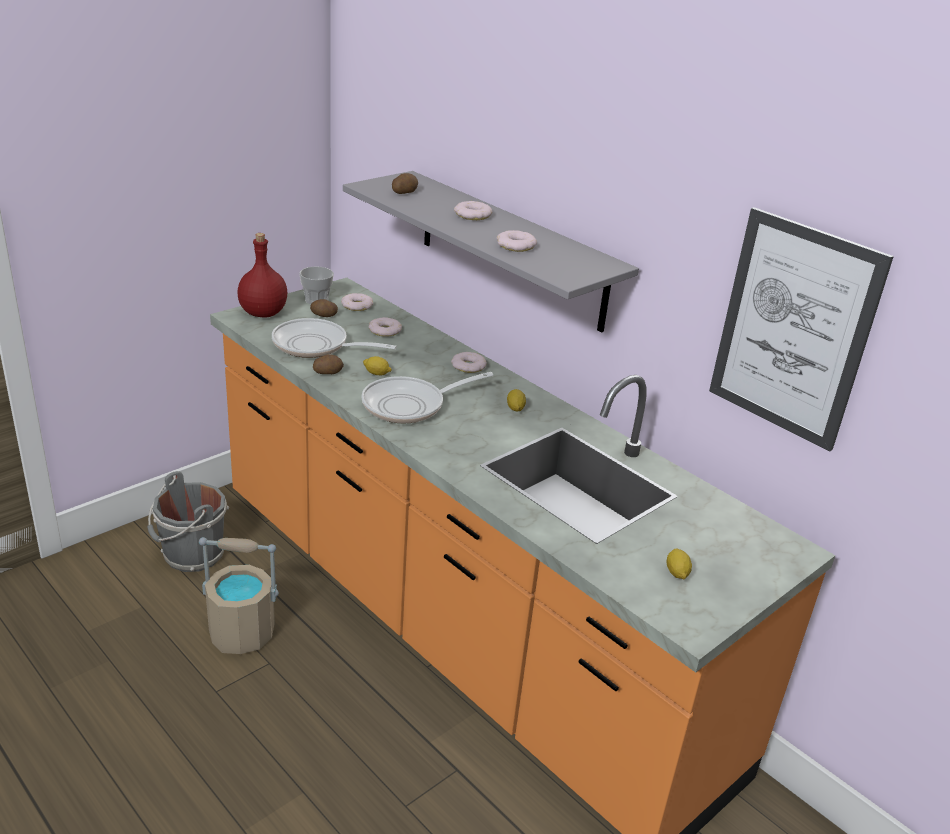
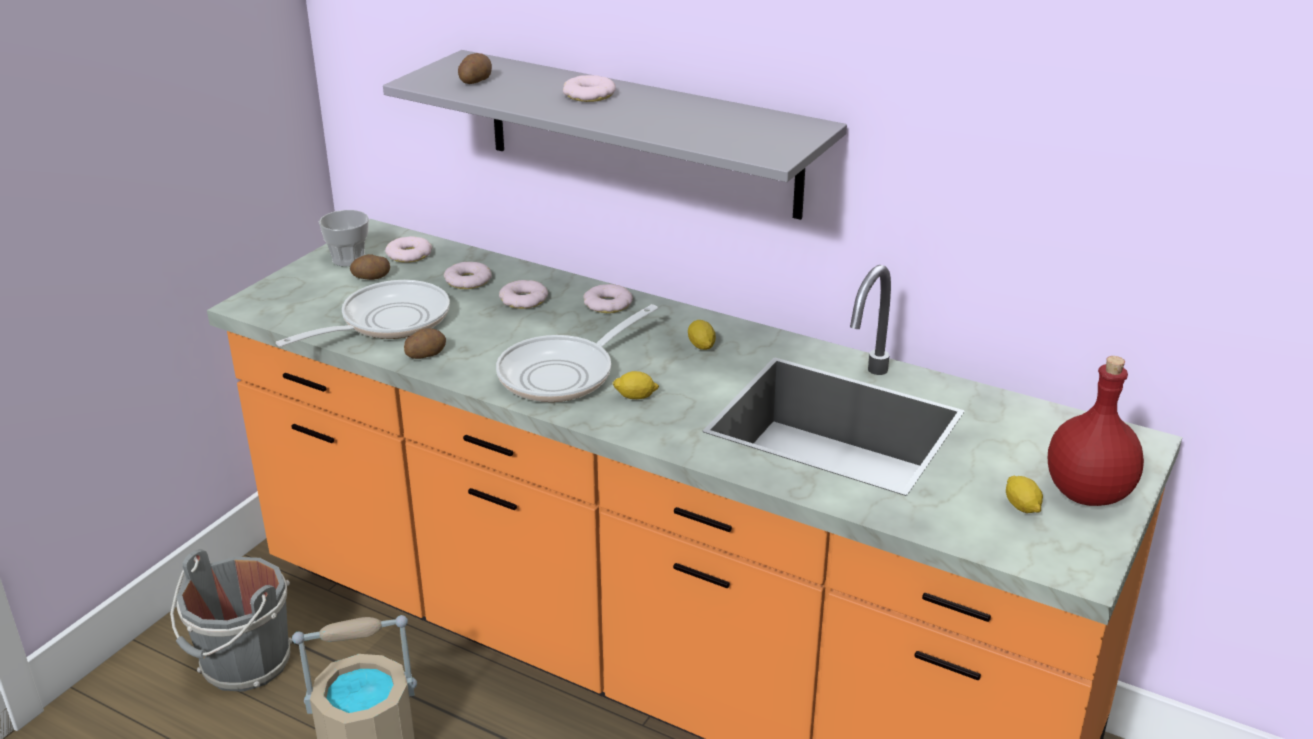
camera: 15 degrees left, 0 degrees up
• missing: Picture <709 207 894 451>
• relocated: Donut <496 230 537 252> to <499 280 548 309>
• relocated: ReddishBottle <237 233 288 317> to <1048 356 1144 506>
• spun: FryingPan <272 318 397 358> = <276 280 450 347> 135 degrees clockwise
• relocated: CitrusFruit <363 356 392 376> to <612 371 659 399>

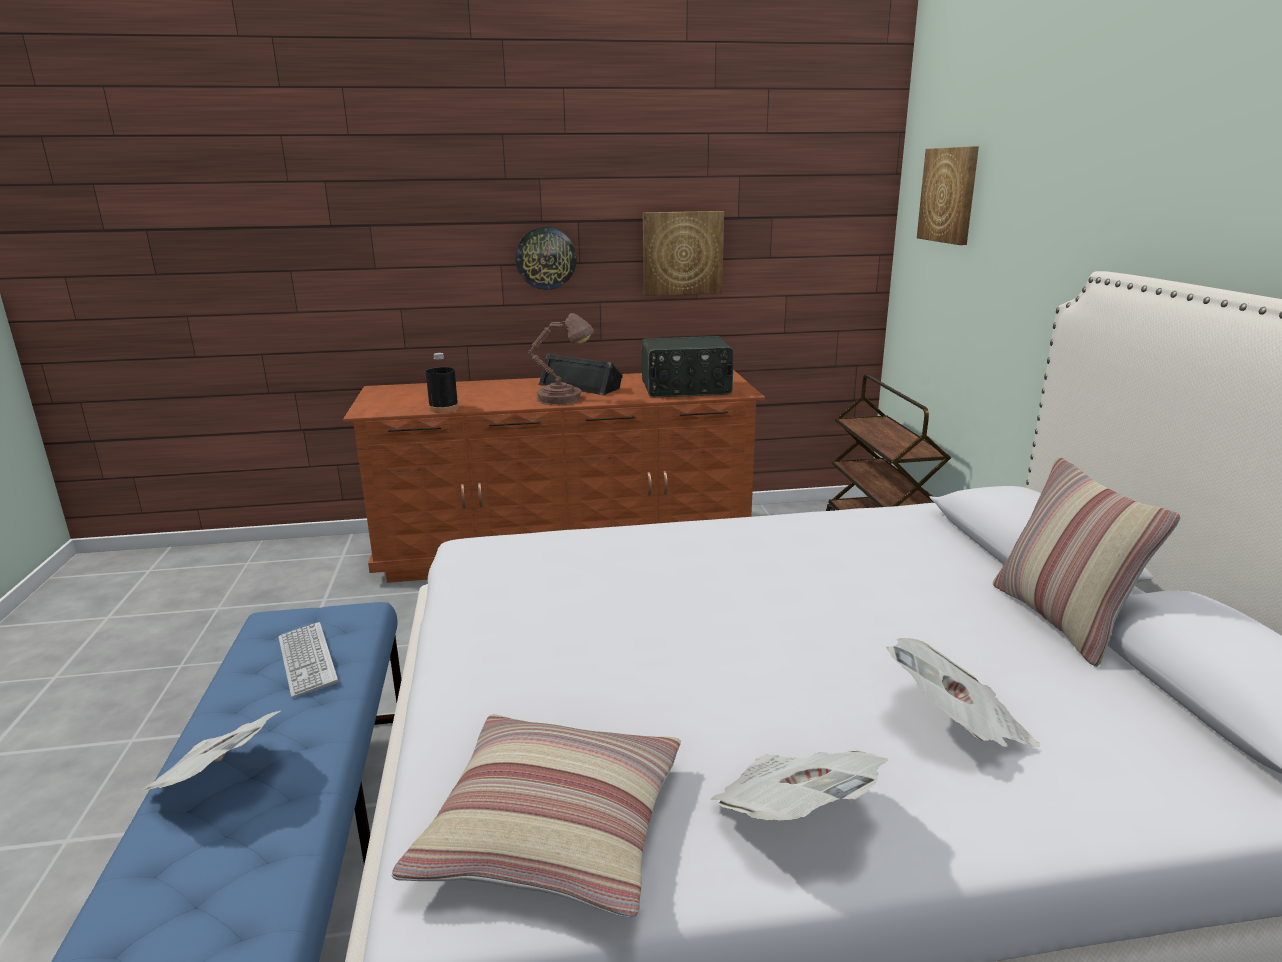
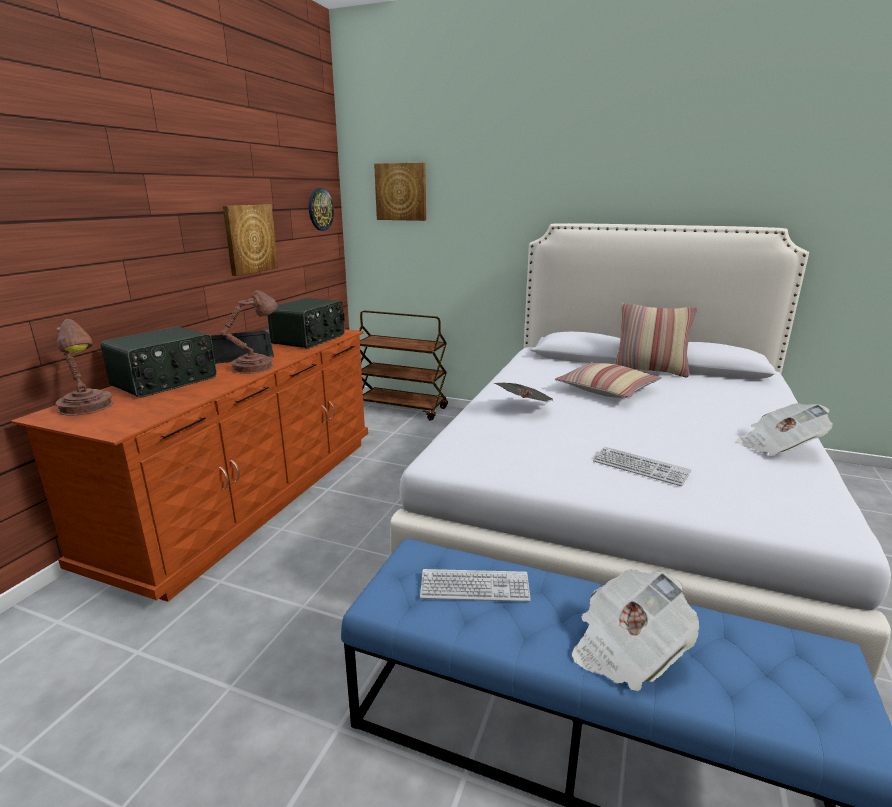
camera: 60 degrees left, 0 degrees up
• relocated: HangingClock <515 227 577 290> to <309 188 334 231>
• missing: BlackColouredBottle <426 353 459 413>
• relocated: DailyPaper <886 638 1040 747> to <494 383 553 402>
• relocated: ThrowPillow <392 714 681 917> to <555 362 662 398>
• appeared: BrownishTabletopLamp <56 319 114 416>
• appeared: RadioSet <101 327 217 398>
• appeared: Keyboard <593 447 691 486>

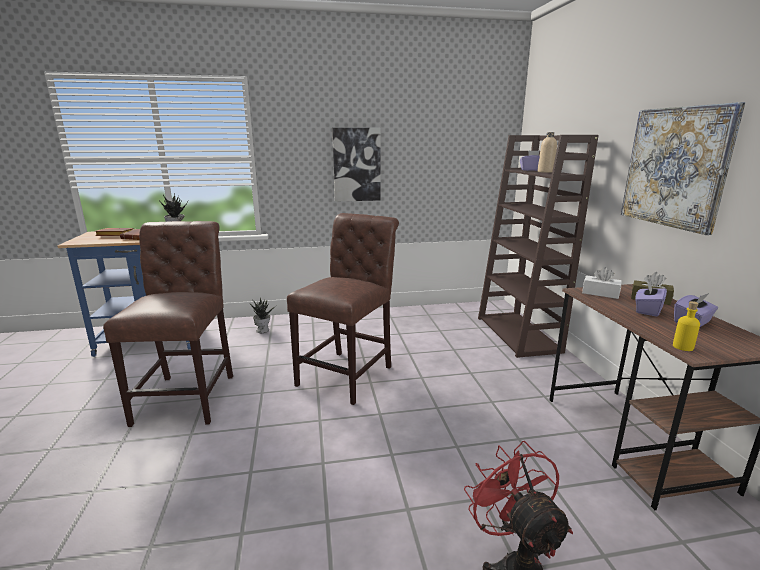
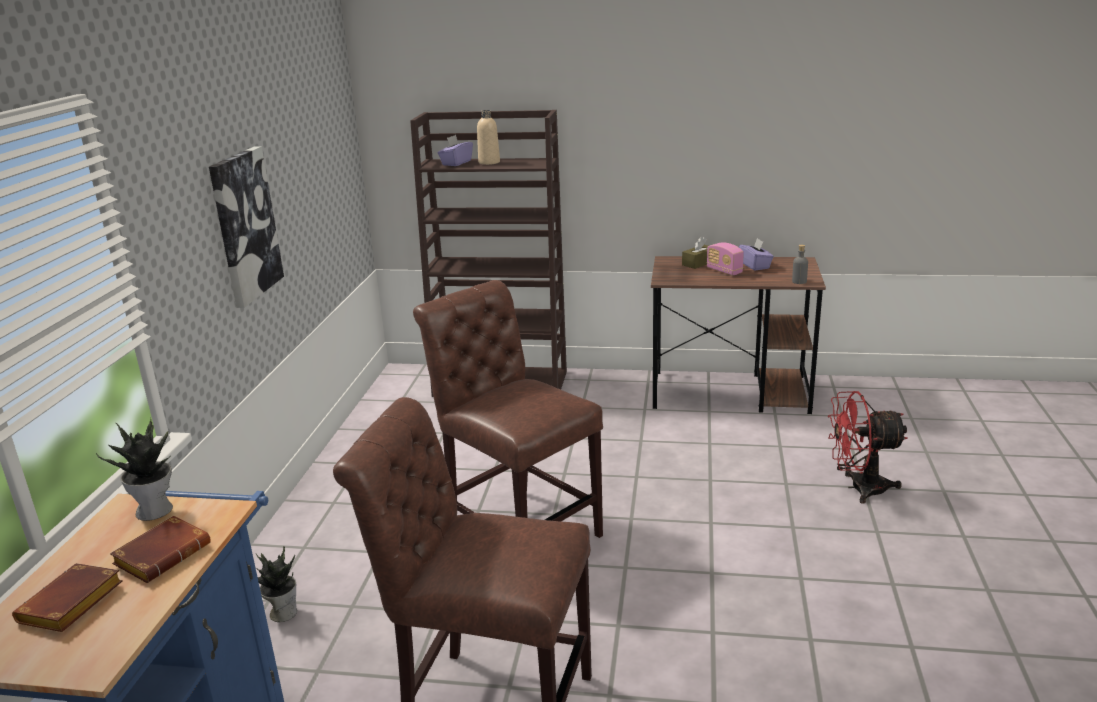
camera: 70 degrees left, 5 degrees up
• missing: Picture <621 102 745 235>
• missing: WhiteColouredTissueHolder <582 267 622 299>
• exchanged: PurpleTissueHolder <635 280 667 317> to RadioSet <707 242 744 275>
• colour: YellowBottle <673 301 700 351> to GreyBottle <792 245 808 284>

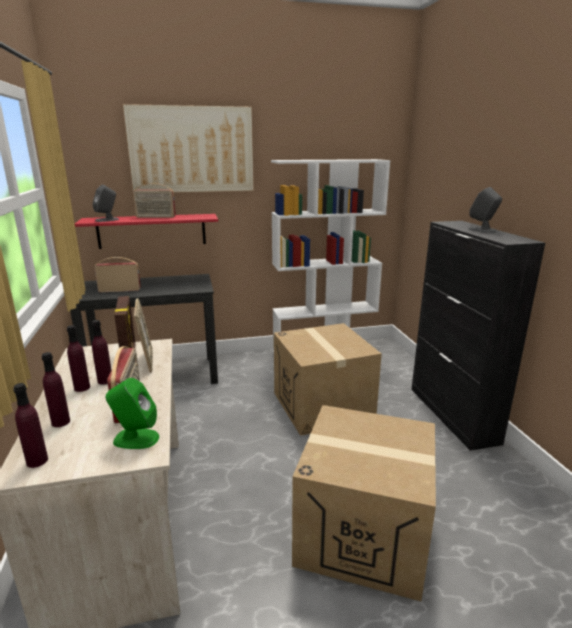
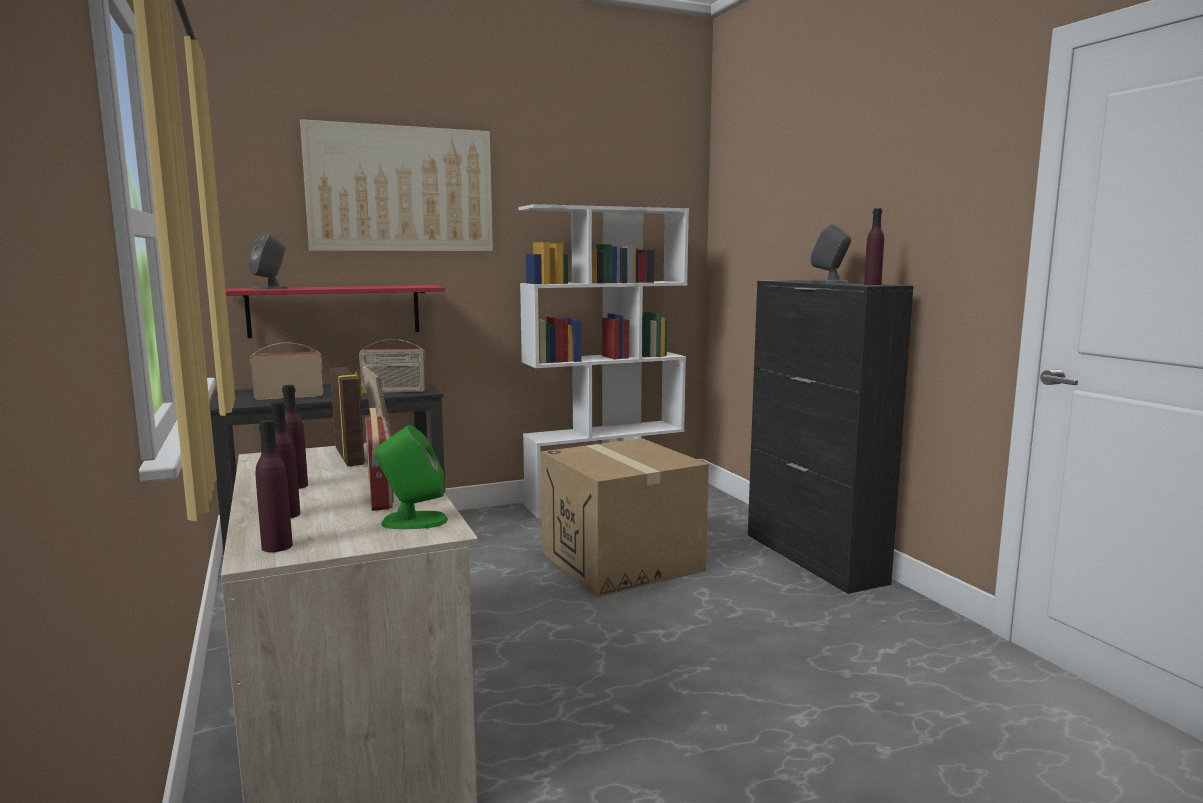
camera: 10 degrees left, 10 degrees down
• relocated: RadioSet <133 183 176 218> to <359 339 426 393>
• relocated: PurpleBottle <92 320 111 385> to <864 208 884 285>
• missing: CardboardBox <292 405 436 601>

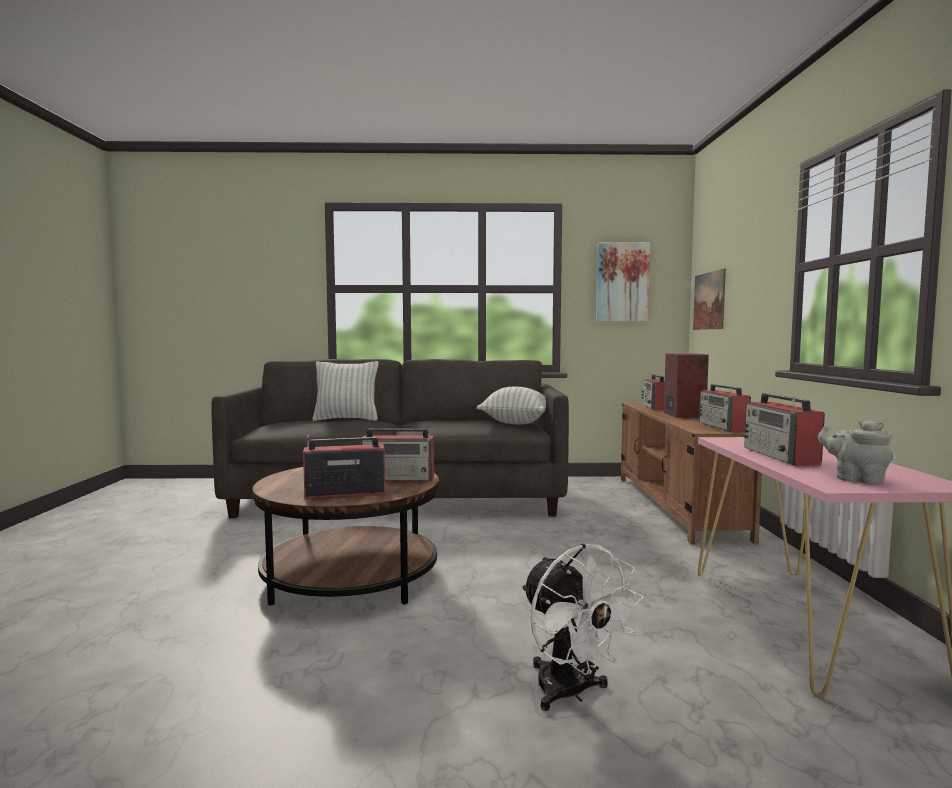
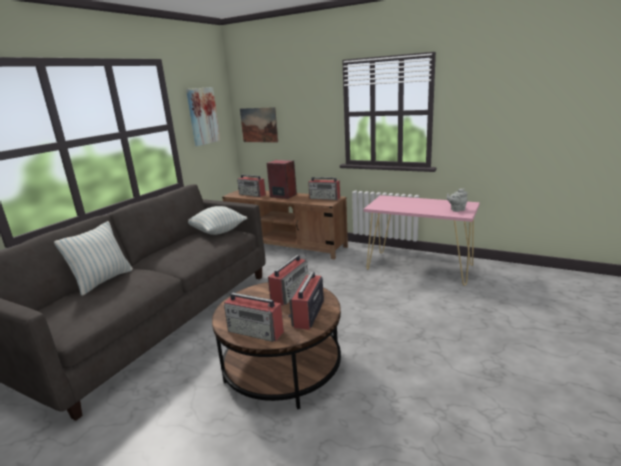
camera: 60 degrees left, 15 degrees up
• relocated: RadioSet <743 393 825 466> to <224 293 284 342>
• missing: WhiteColouredCoolingFan <522 543 643 711>

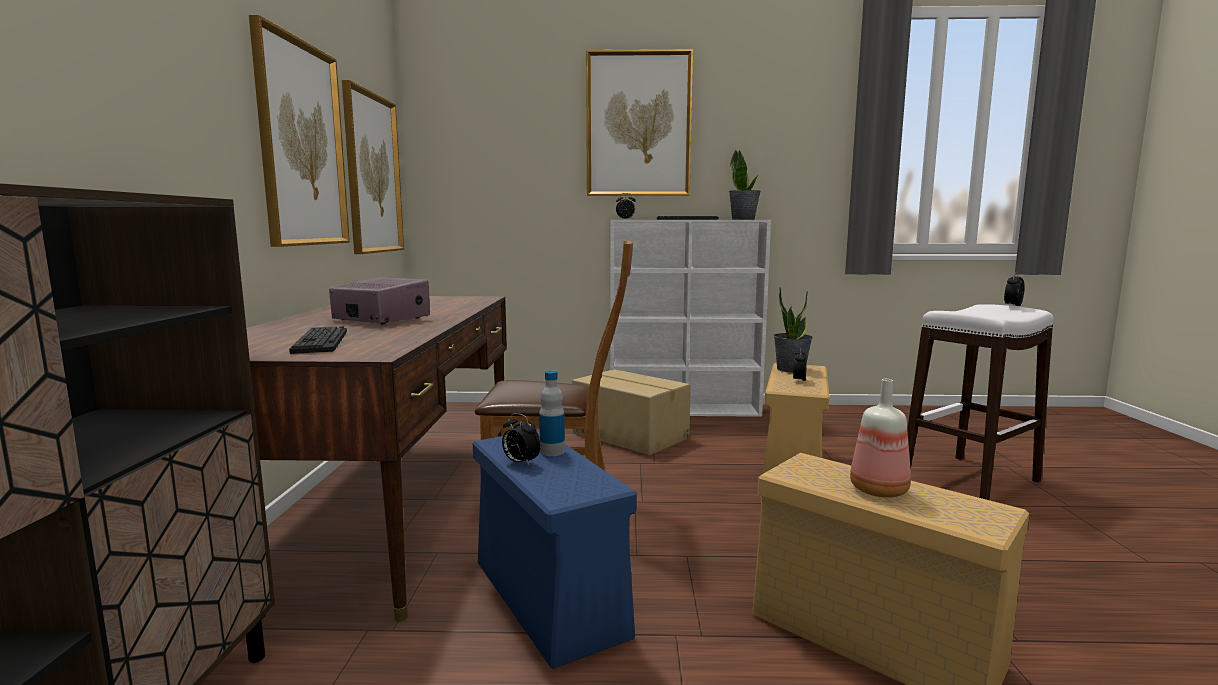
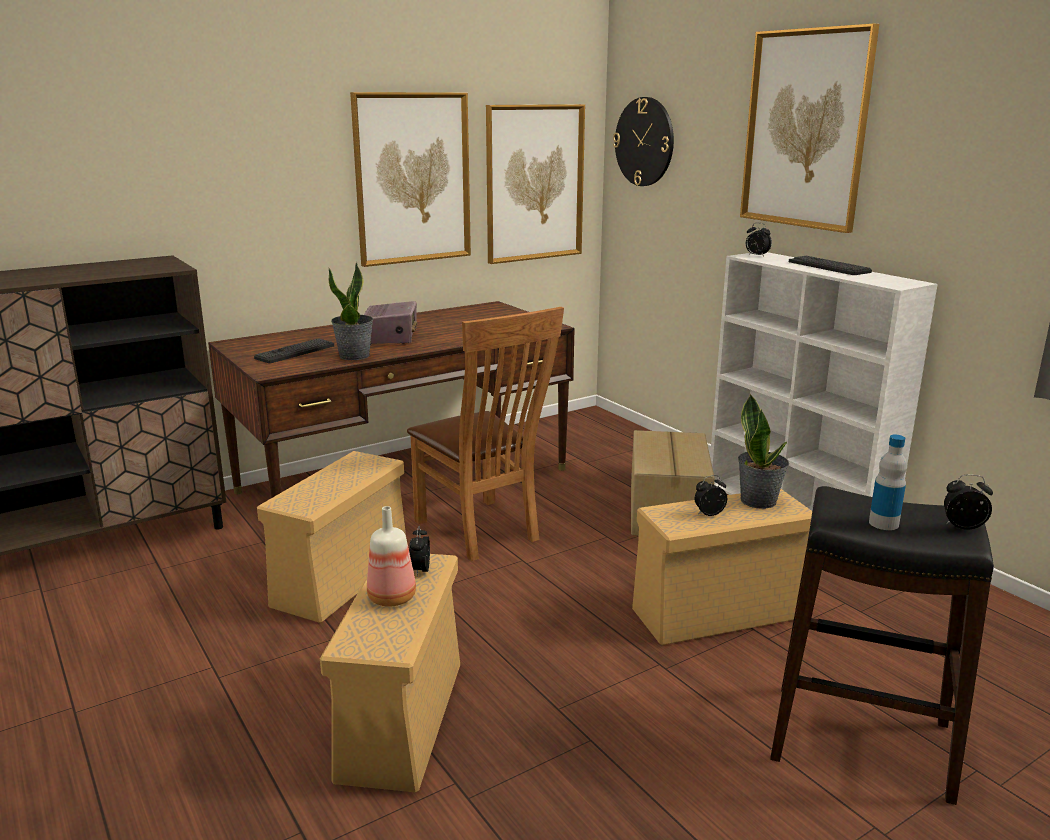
camera: 55 degrees right, 10 degrees up
• relocated: PottedPlant <729 150 760 220> to <329 262 374 360>
• colour: WhiteColouredSittingStool <907 304 1054 500> to BlackColouredSittingStool <770 486 994 805>
• relocated: Bottle <539 370 565 456> to <869 435 907 530>
• relocated: TableClock <502 413 541 466> to <409 526 430 576>
• colour: BlueColouredStorageBin <473 430 637 669> to SandColouredStorageBin <257 451 406 623>
• appeared: HangingClock <613 97 674 186>

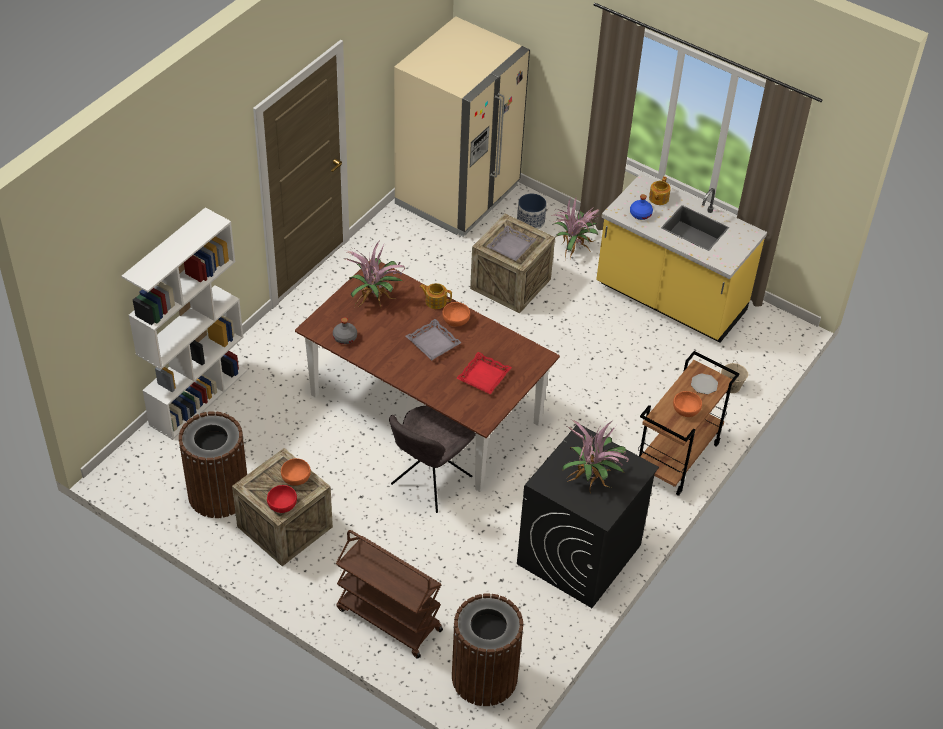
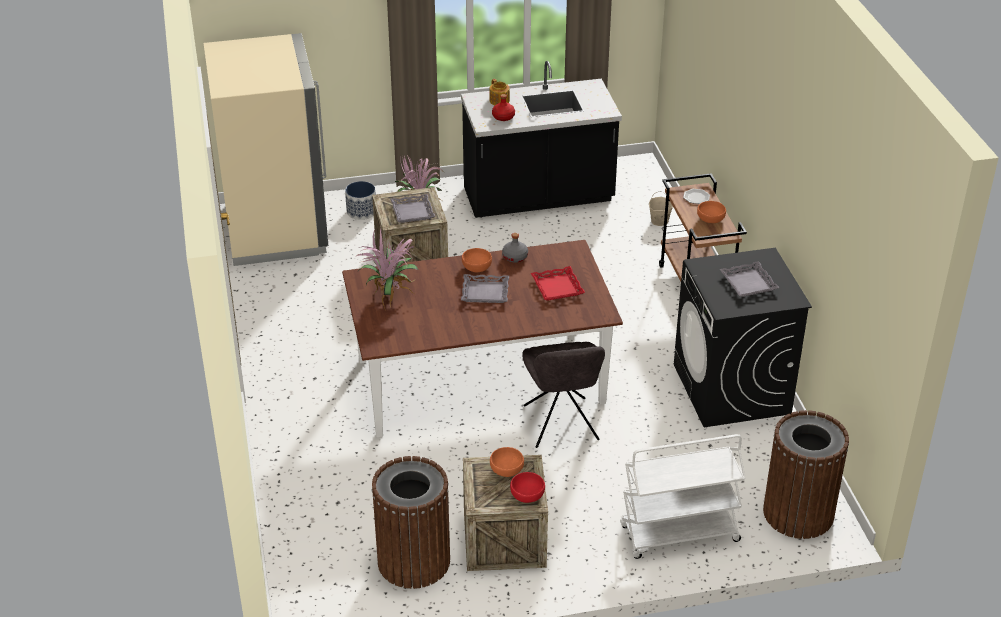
camera: 45 degrees left, 10 degrees down
• colour: YellowCounter <596 173 767 343> to BlackColouredCounter <461 61 622 218>
• colour: BlueColouredBottle <630 194 653 220> to ReddishBottle <492 94 515 121>
• missing: WhiteColouredBookshelf <121 207 247 440>
• missing: PotForTea <419 283 452 309>
• relocated: GreyBottle <333 317 357 344> to <502 233 528 263>
• exchanged: PottedPlant <562 419 629 494> to GreyCarryingTray <720 261 779 297>
• colour: BrownishWheeledCart <336 530 443 659> to WhiteColouredWheeledCart <620 434 746 559>

